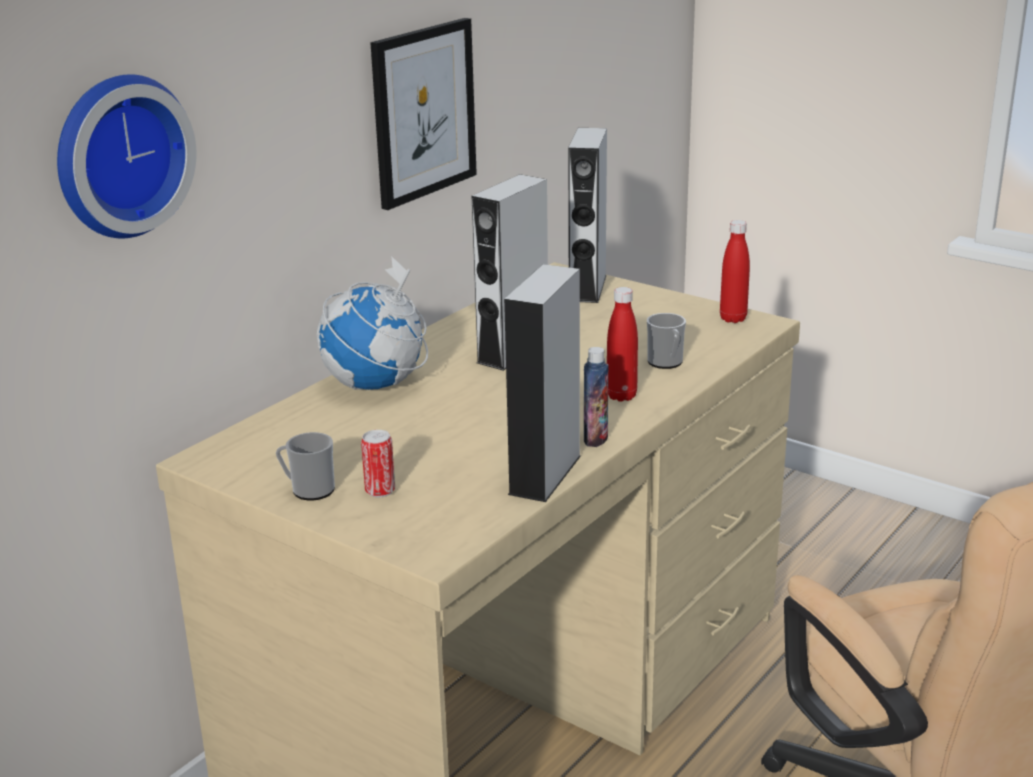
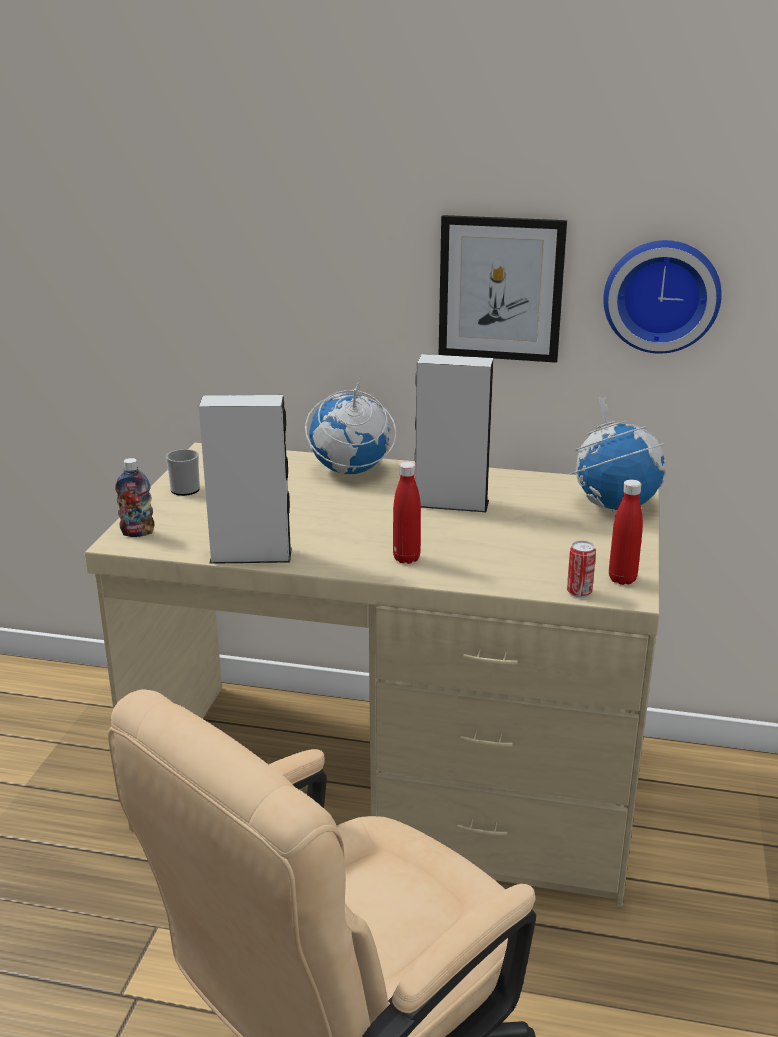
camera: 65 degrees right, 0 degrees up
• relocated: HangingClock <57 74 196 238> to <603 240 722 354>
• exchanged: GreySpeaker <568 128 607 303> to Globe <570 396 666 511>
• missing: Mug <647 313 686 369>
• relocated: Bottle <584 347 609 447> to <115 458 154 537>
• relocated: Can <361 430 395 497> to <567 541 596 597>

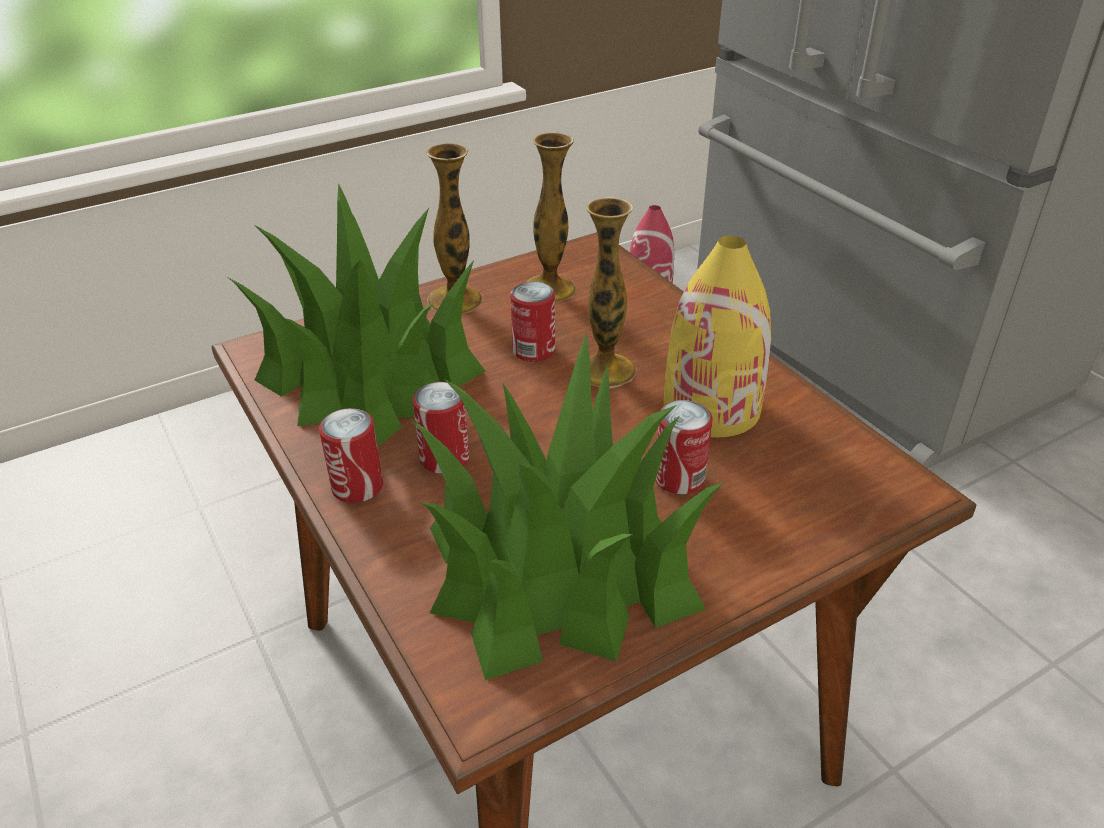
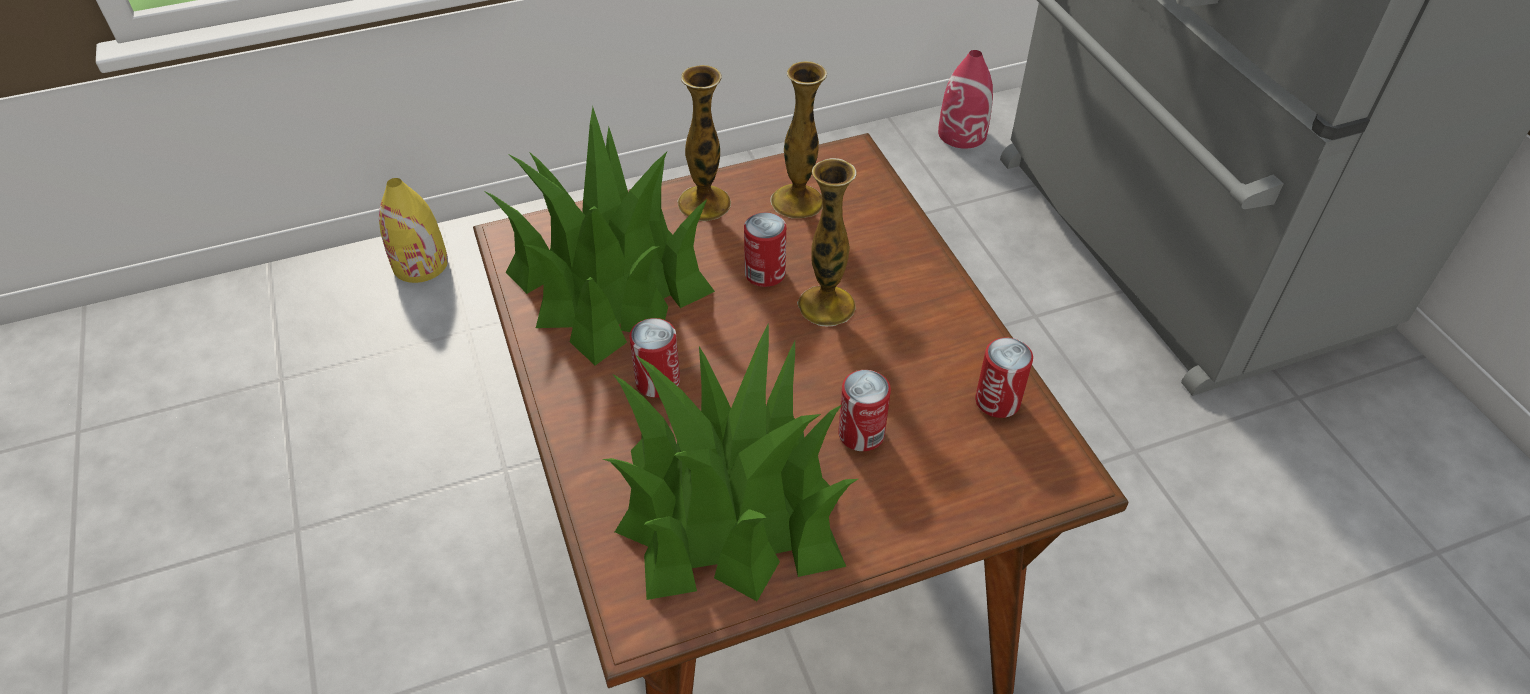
camera: 10 degrees right, 10 degrees up
• relocated: YellowDecorativeVase <664 236 771 437> to <379 178 448 283>
• relocated: Can <319 408 383 503> to <975 338 1033 418>

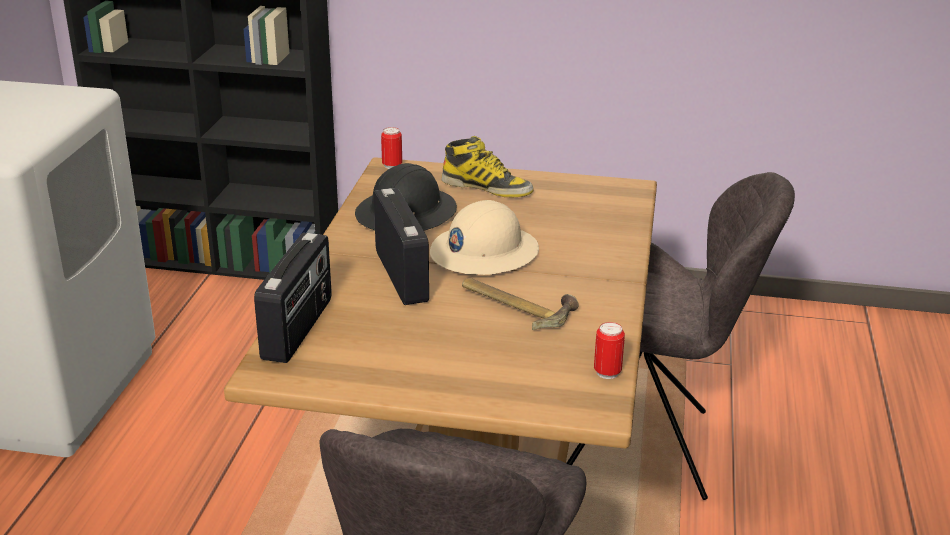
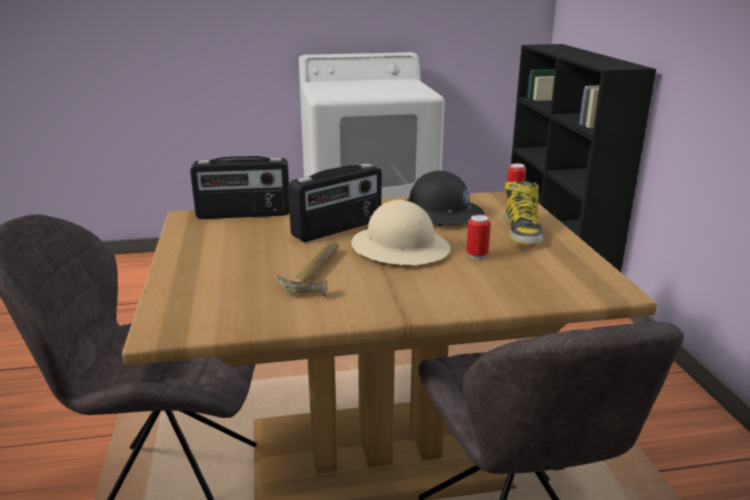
camera: 70 degrees right, 5 degrees down
• relocated: Can <594 322 625 379> to <467 214 491 259>

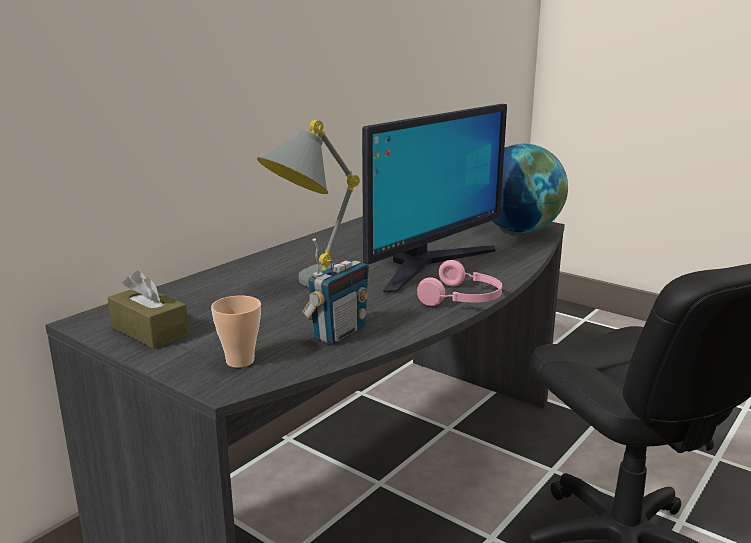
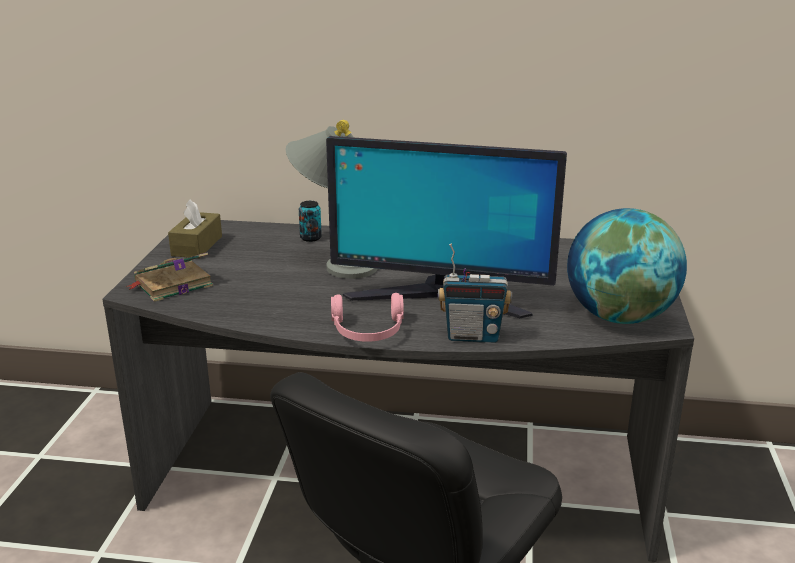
camera: 60 degrees right, 5 degrees up
• relocated: RadioSet <302 239 369 344> to <438 243 512 343>
• exchanged: Cup <211 296 261 368> to Volume <126 252 213 302>
• appeared: Can <299 201 322 242>

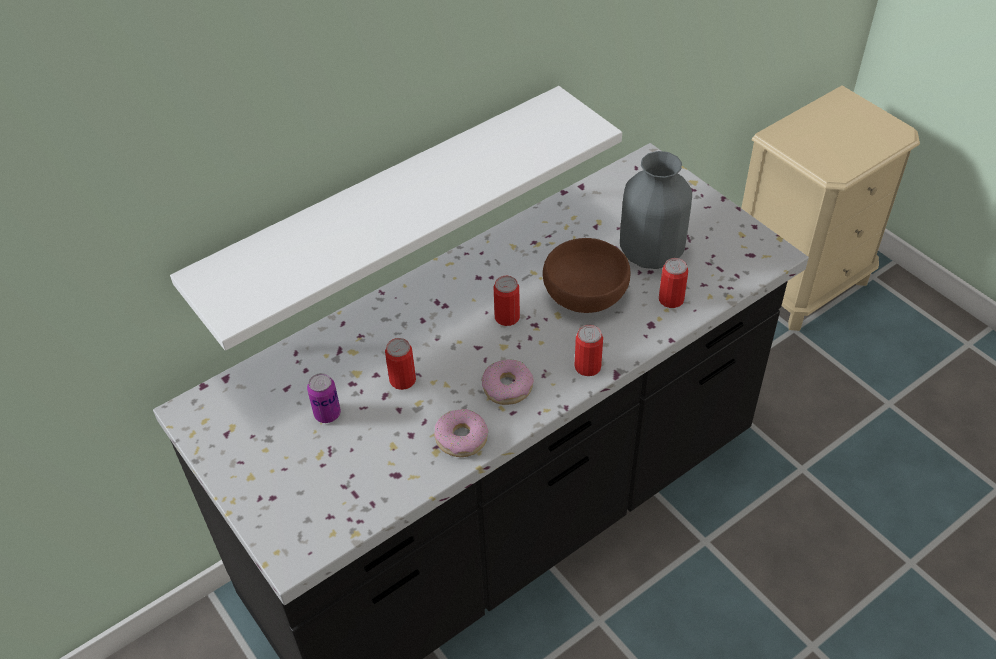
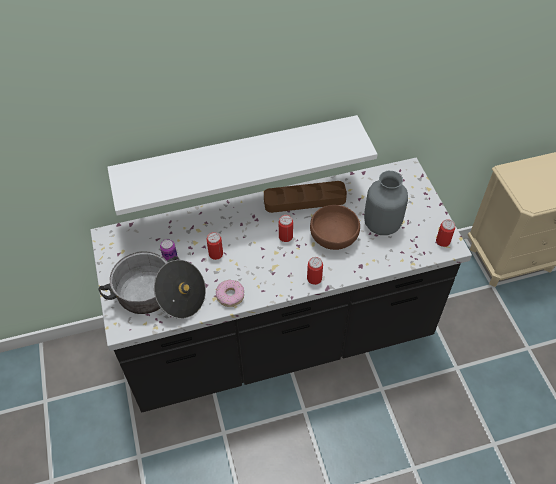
camera: 20 degrees right, 5 degrees up
• relocated: Can <659 258 688 308> to <436 219 455 247>
• missing: Donut <482 359 534 405>
• appeared: BrownishCarryingTray <264 181 347 213>
• appeared: Saucepot <98 251 206 319>

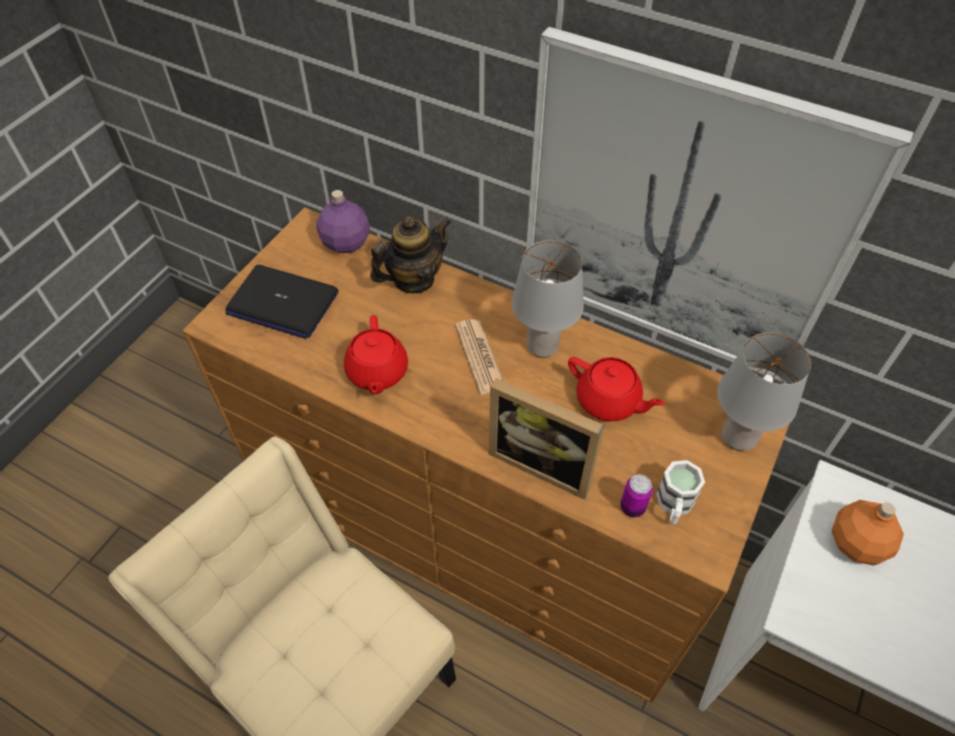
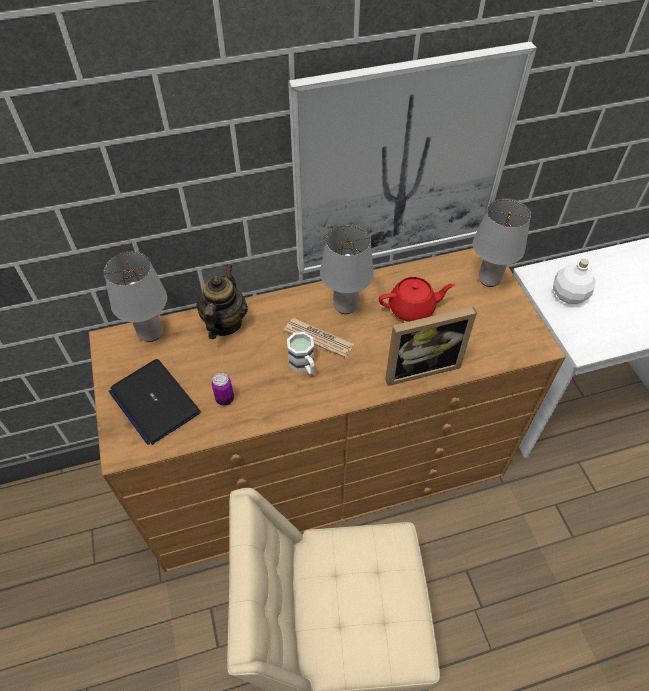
camera: 45 degrees left, 0 degrees up
• exchanged: PurpleBottle <316 190 370 253> to GreyTabletopLamp <104 252 167 342>
• spun: PortableComputer <225 265 339 339> = <109 359 201 445> 75 degrees clockwise
• missing: ReddishPotForTea <344 315 408 394>
• relocated: WhiteColouredMug <656 460 705 524> to <287 332 315 375>
• relocated: Can <620 474 653 517> to <211 373 234 406>
• colour: OrangeBottle <832 500 904 566> to WhiteColouredBottle <553 259 596 304>

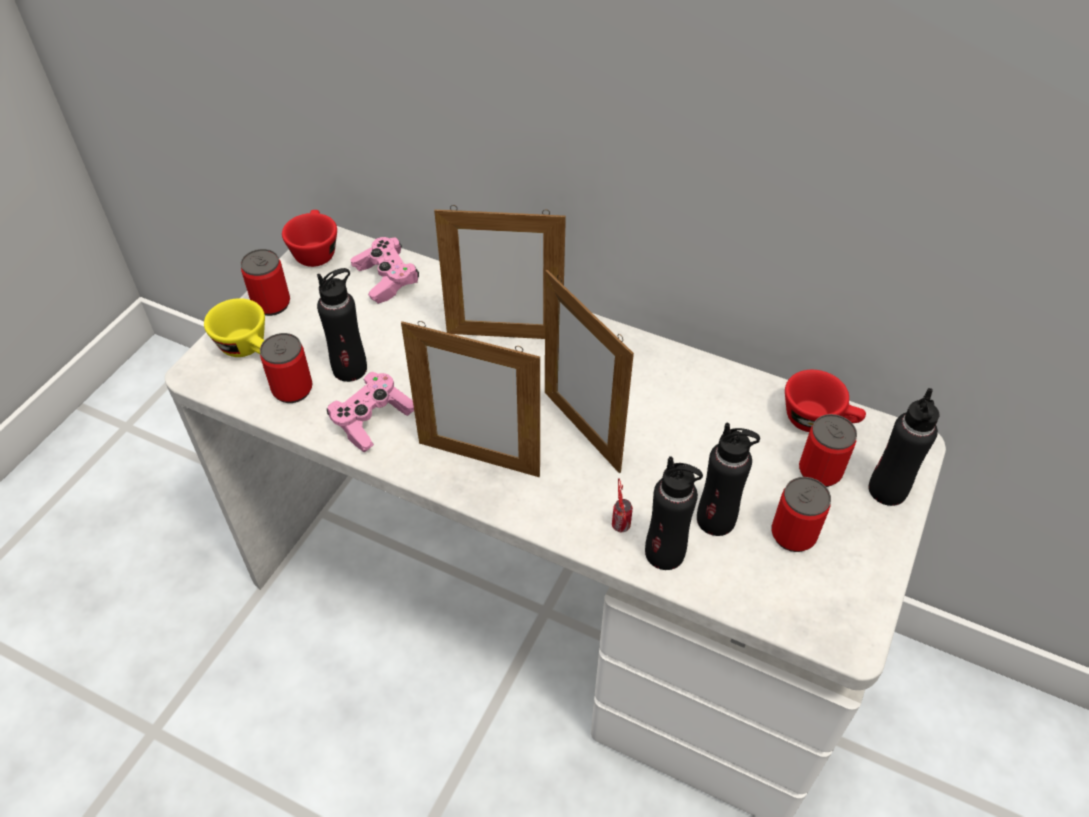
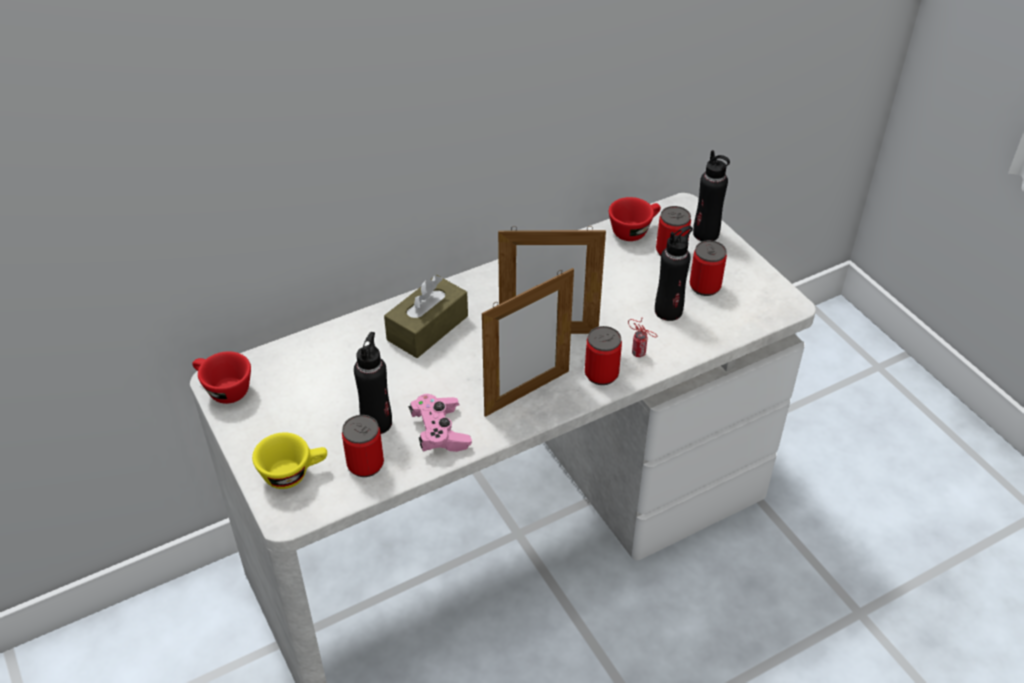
camera: 55 degrees left, 5 degrees down
• exchanged: PhotoFrame <434 205 566 339> to BrownishTissueHolder <384 275 468 358>
• missing: PinkColouredJoypad <351 237 419 304>
• relocated: Can <241 249 290 316> to <585 326 622 385>
• missing: BlackColouredBottle <645 456 703 570>

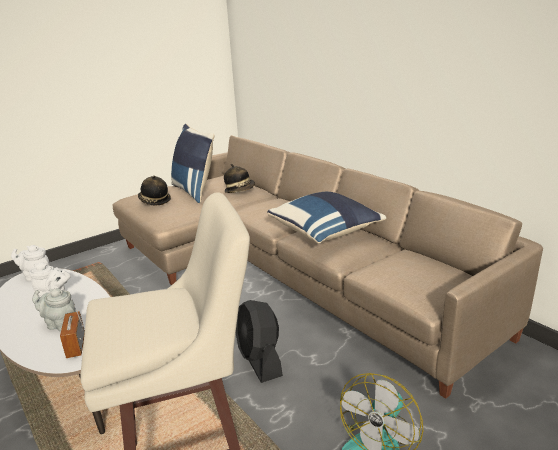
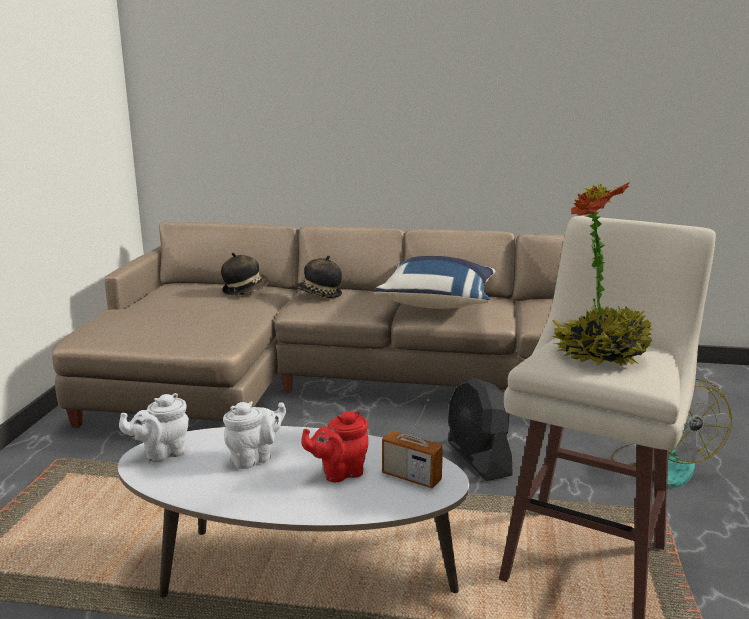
camera: 45 degrees left, 5 degrees down
• missing: BlueColouredThrowPillow <171 124 215 203>
• relocated: ClothingHat <138 175 171 206> to <295 255 342 298>
• colour: GreyPotForTea <32 288 76 332> to ReddishPotForTea <301 410 368 482>
• spun: BlackColouredCoolingFan <236 300 283 383> = <448 378 513 481> 45 degrees clockwise
• appeared: PottedPlant <552 182 652 367>

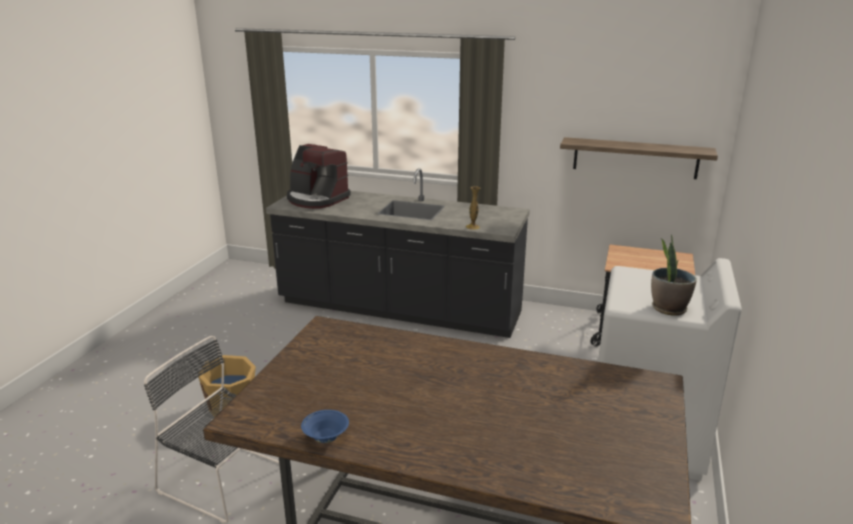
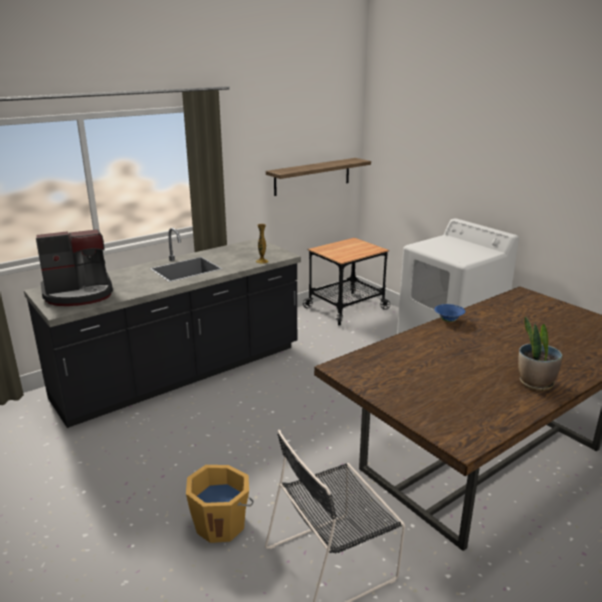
camera: 55 degrees left, 0 degrees up
• relocated: PottedPlant <651 235 697 316> to <518 316 562 391>
• relocated: BlueColouredBowl <301 410 349 443> to <434 304 465 322>

